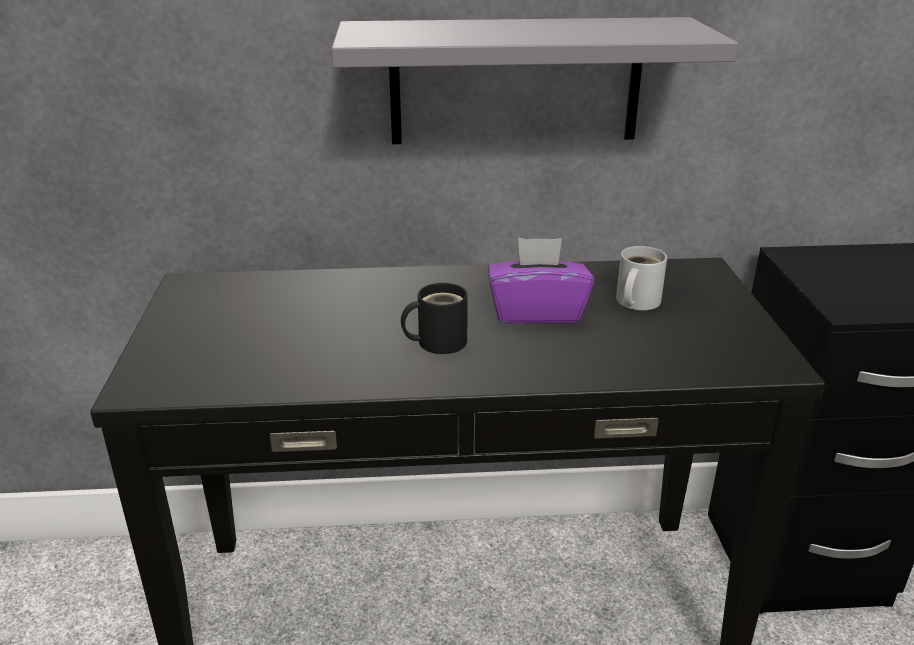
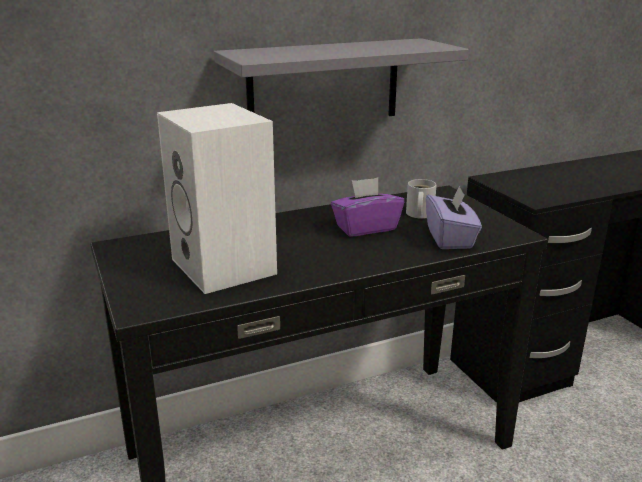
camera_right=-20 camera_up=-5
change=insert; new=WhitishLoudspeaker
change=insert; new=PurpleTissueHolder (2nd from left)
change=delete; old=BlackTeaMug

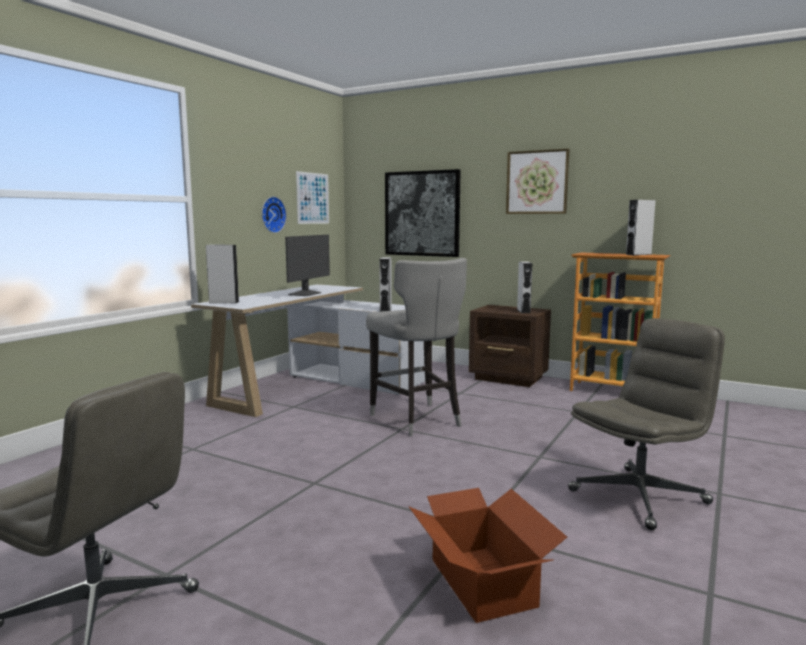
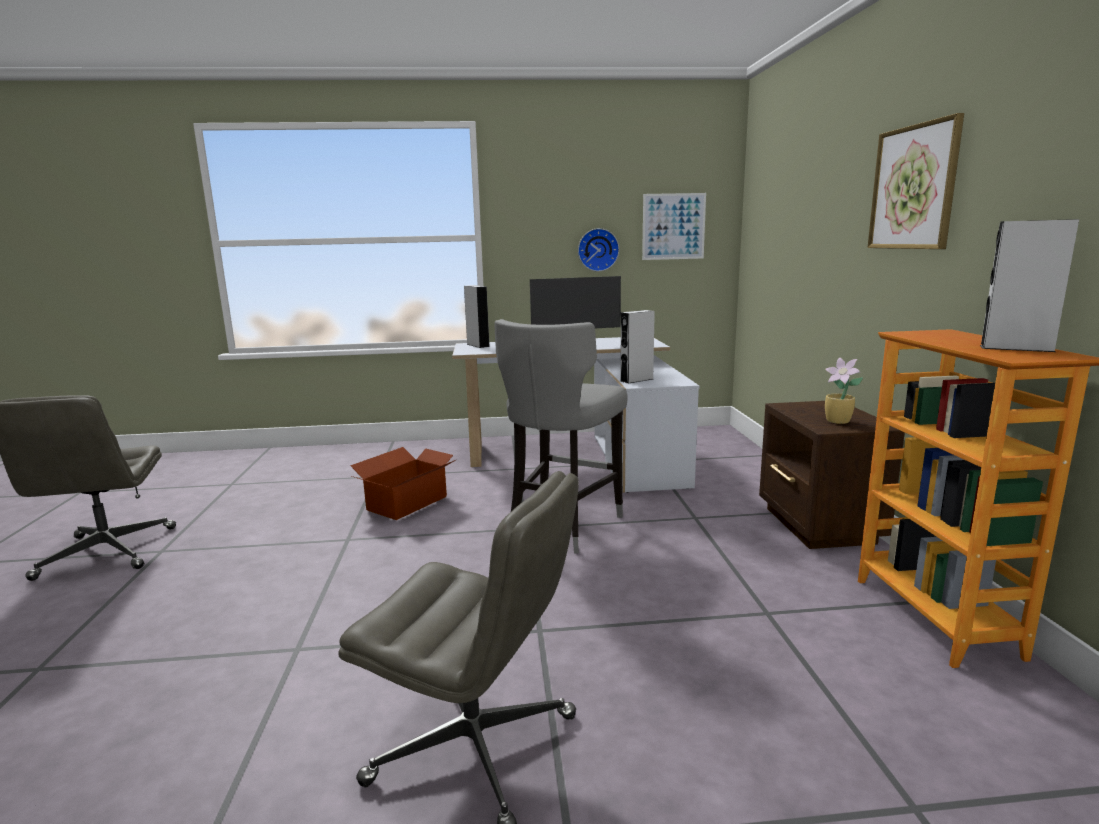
camera_right=55 camera_up=5
change=move; old=Carton
change=replace; old=GreyishLoudspeaker (3rd from left); new=PlantInAPot
change=delete; old=WallArt (2nd from left)

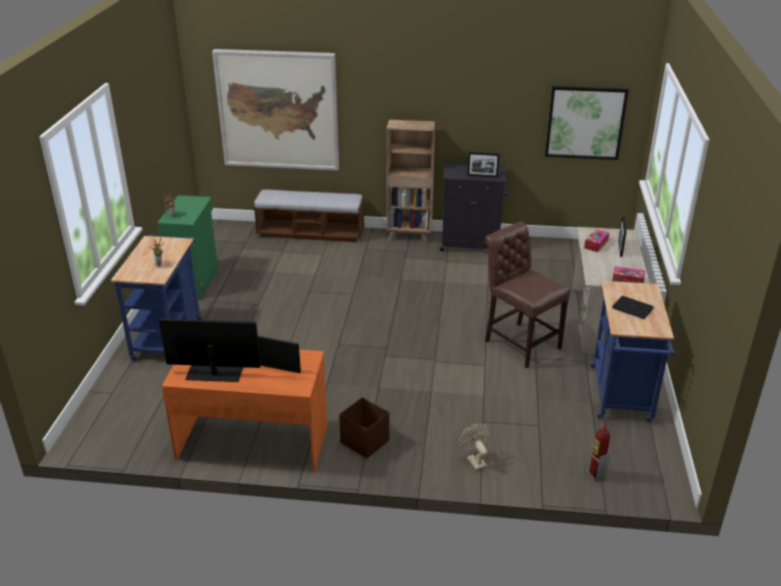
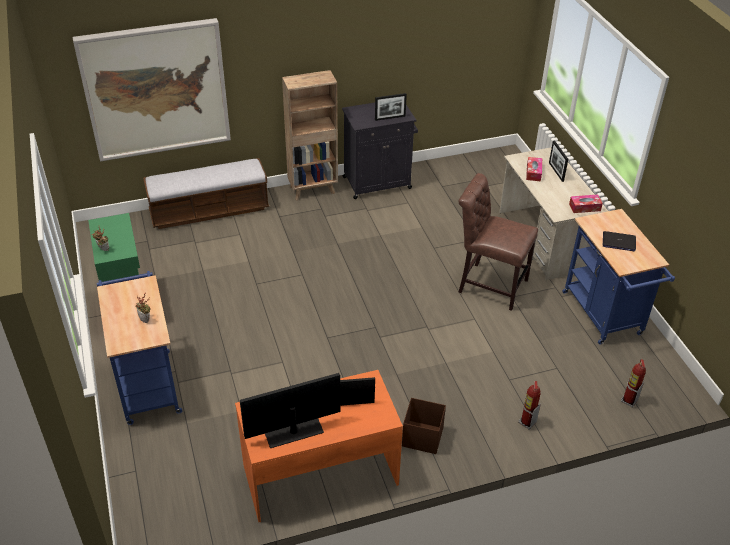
camera_right=-25 camera_up=10
change=replace; old=BeigeFan; new=FireFightingCylinder (1st from left)
change=delete; old=WallArt (2nd from left)

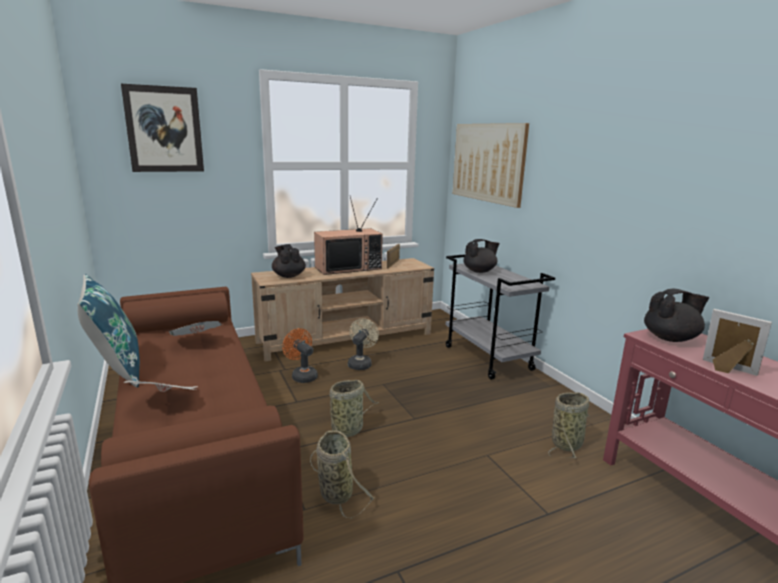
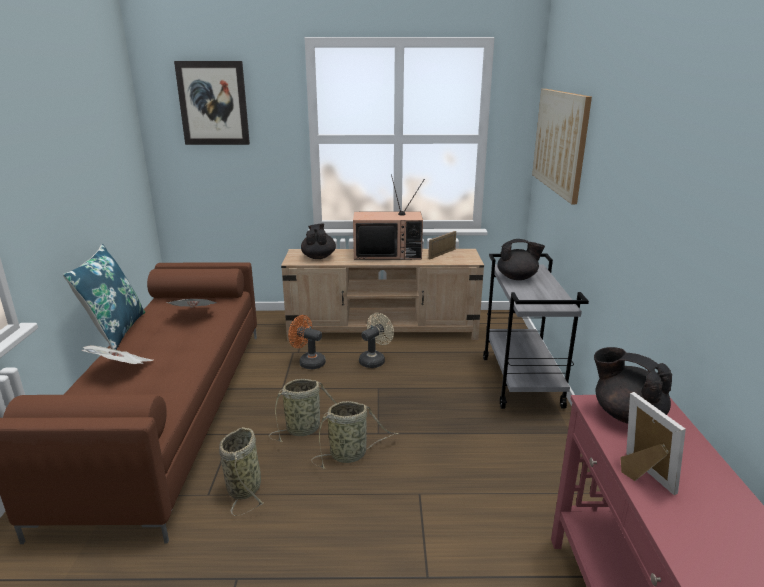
camera_right=25 camera_up=5
change=rotate; old=OrangeColouredFan; degrees=-45
change=move; old=StorageBasket (3rd from left)
change=rotate; old=BlackPotForTea (3rd from left); degrees=-150

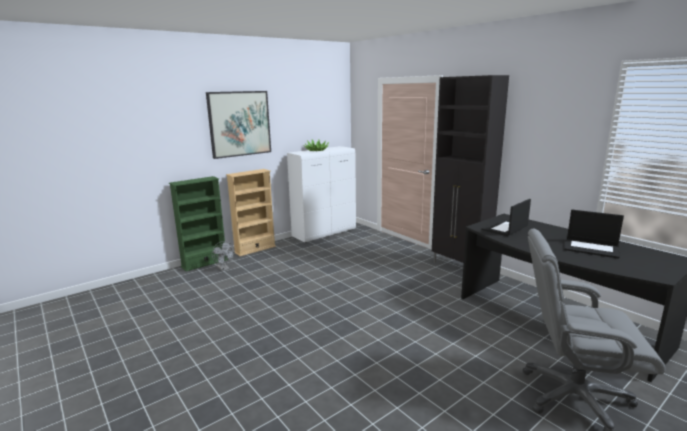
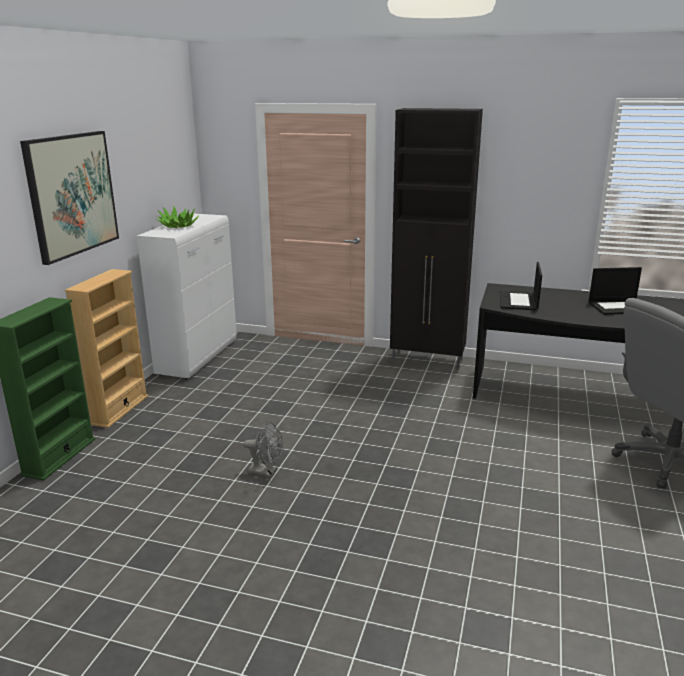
camera_right=-35 camera_up=5
change=move; old=GreyishFan

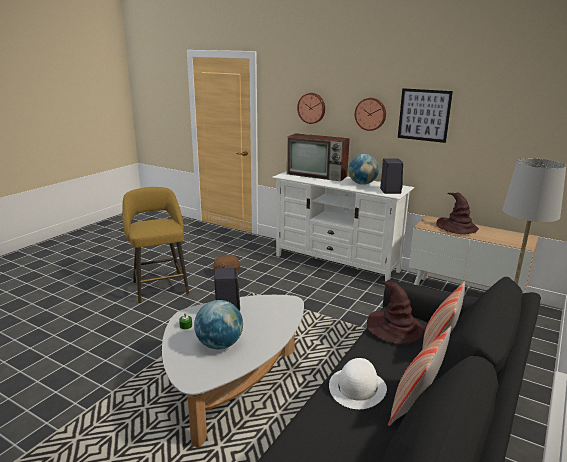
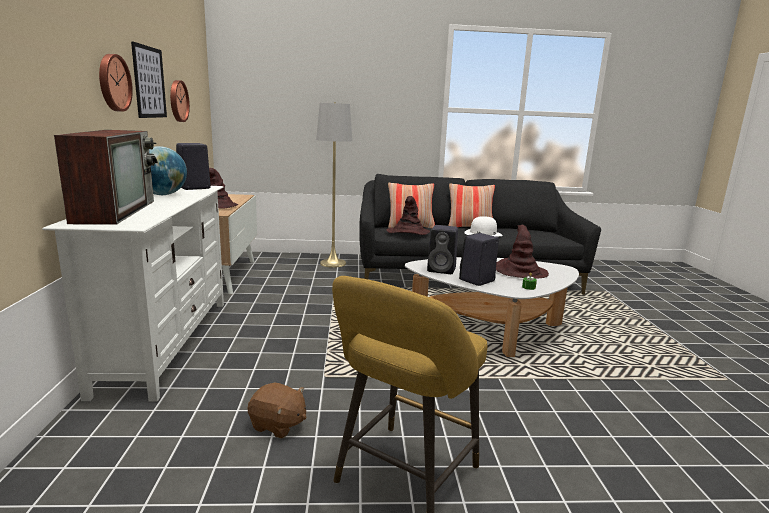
camera_right=-125 camera_up=-5
change=move; old=HangingClock (1st from left in the first image); new=HangingClock (2nd from left)
change=insert; new=BlackLoudspeaker (2nd from left)
change=replace; old=Globe (1st from left); new=BrownHat (3rd from left)

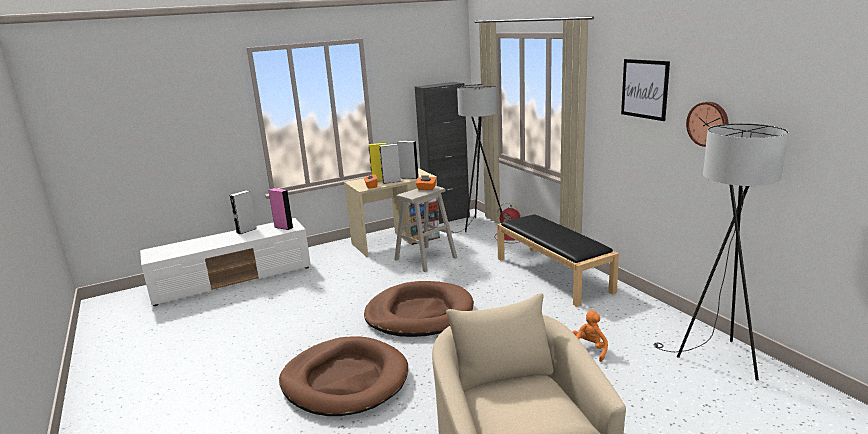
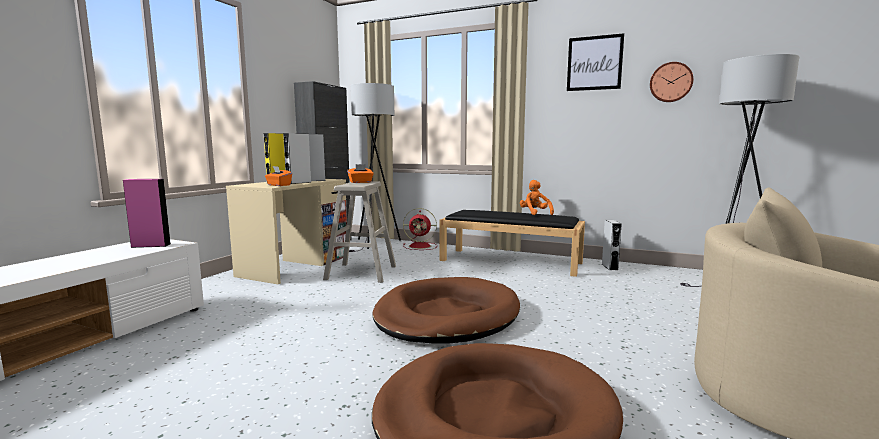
camera_right=-40 camera_up=-10
change=move; old=OrangeColouredPlushToy
change=move; old=GreyishLoudspeaker (1st from left in the first image); new=GreyishLoudspeaker (3rd from left)

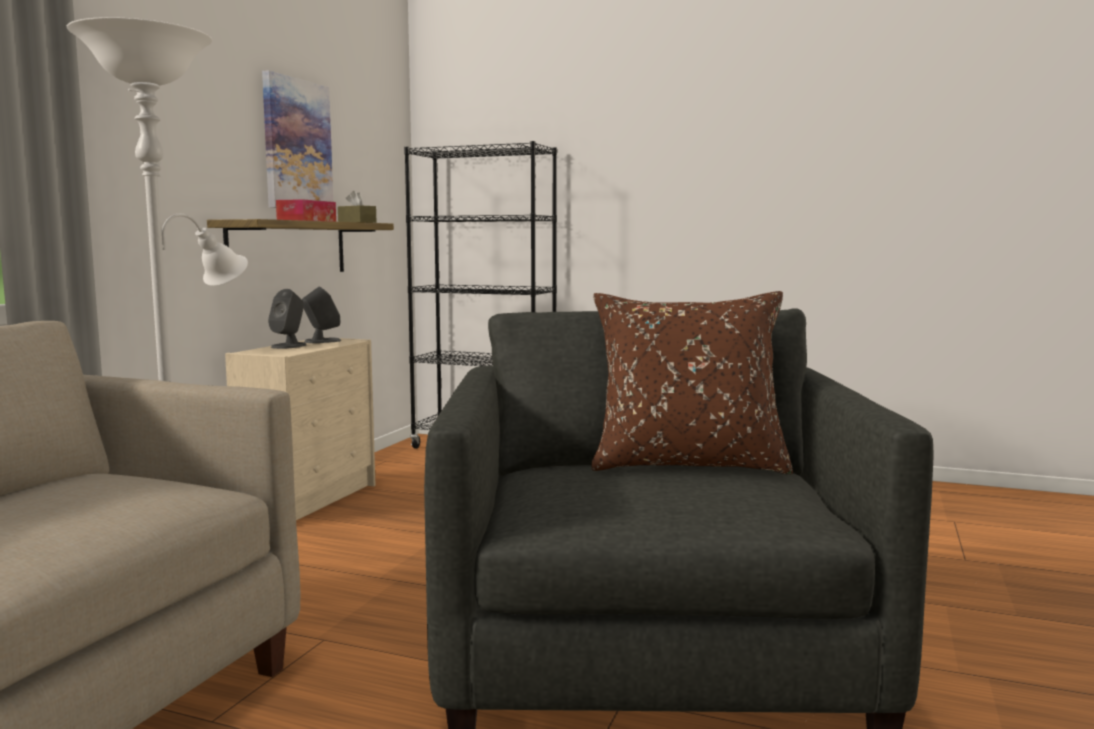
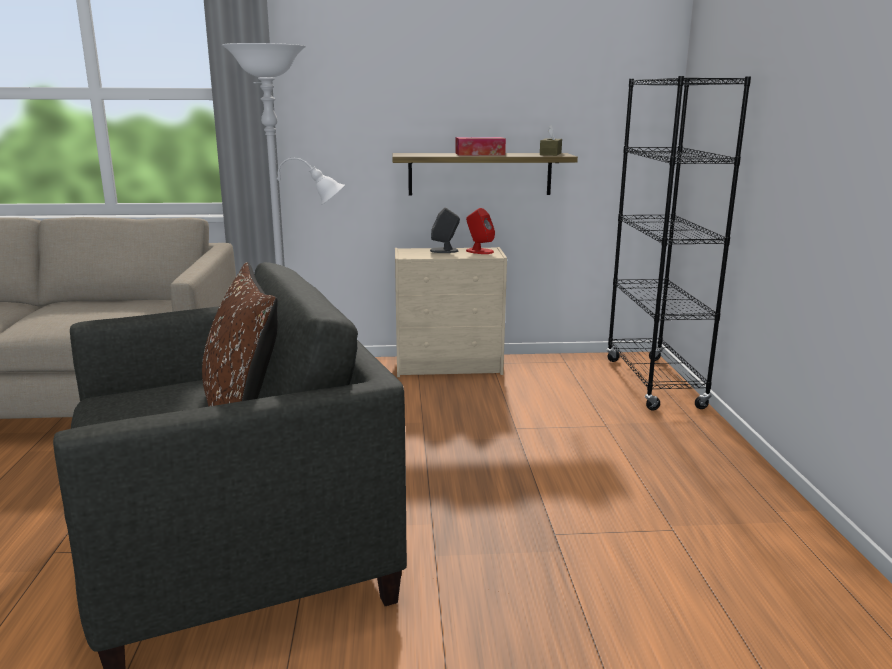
camera_right=65 camera_up=10
change=recolor; old=GreyishLoudspeaker (2nd from left); new=ReddishLoudspeaker
change=delete; old=WallArt

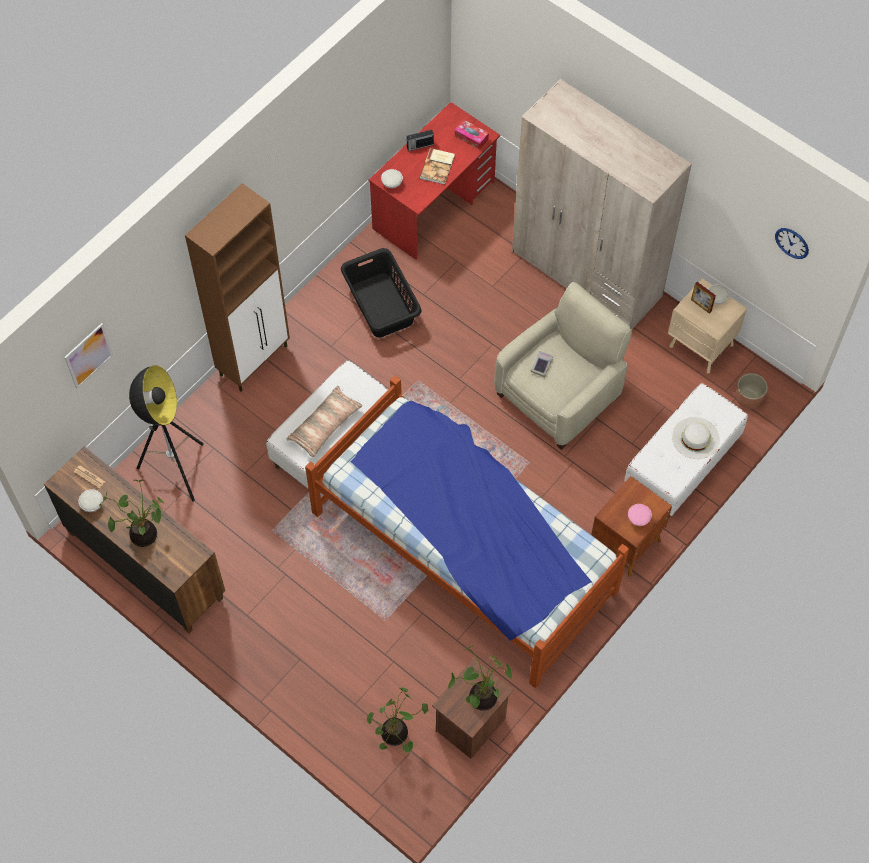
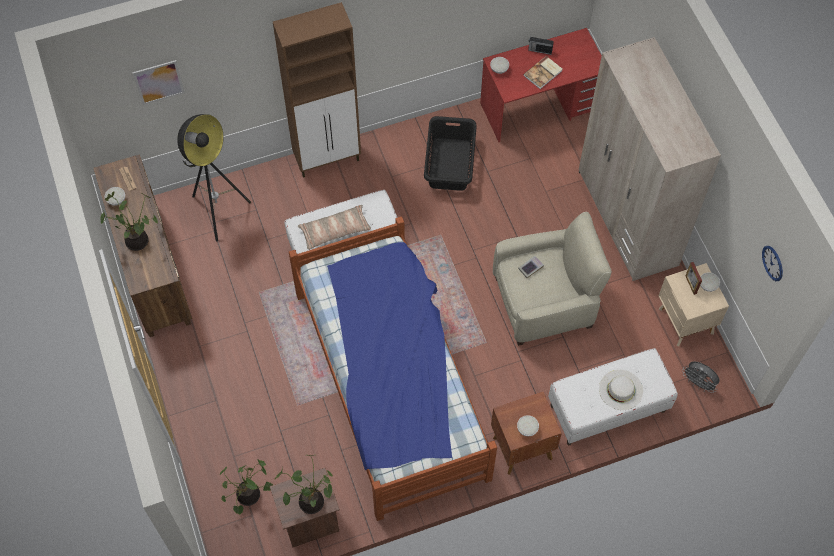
camera_right=30 camera_up=0
change=recolor; old=PinkServingBowl; new=WhitishServingBowl (3rd from left)
change=replace; old=PlantPot; new=GreyishFan
change=delete; old=TissueHolder

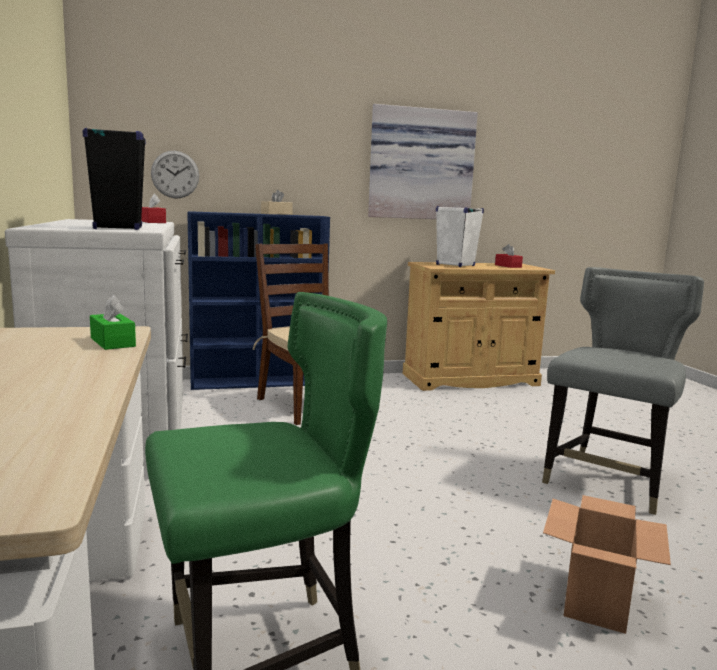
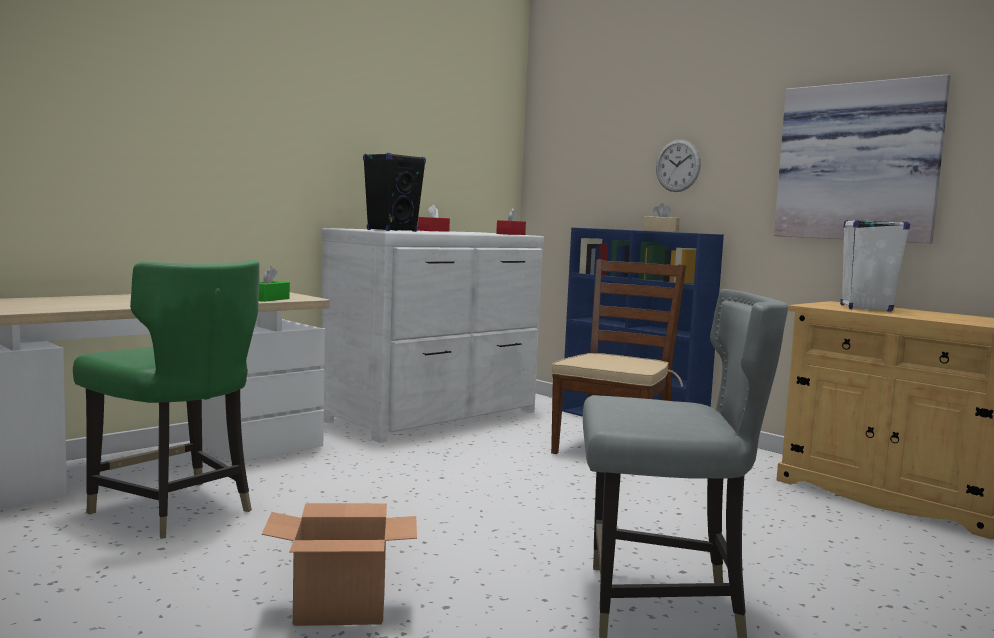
camera_right=60 camera_up=-5
change=move; old=ReddishTissueHolder (2nd from left in the first image); new=ReddishTissueHolder (1st from left)
change=move; old=HangingClock

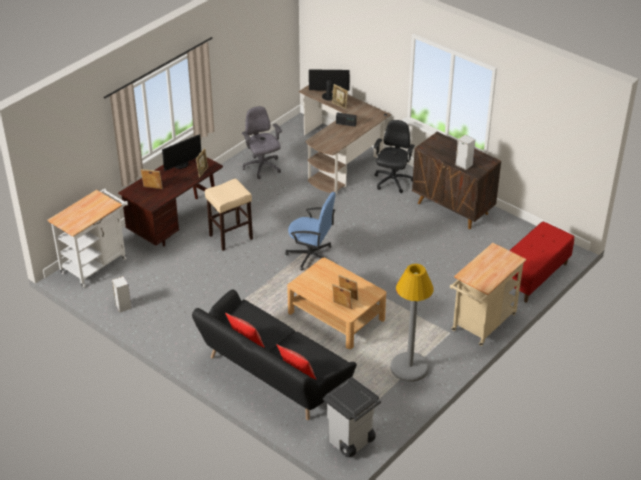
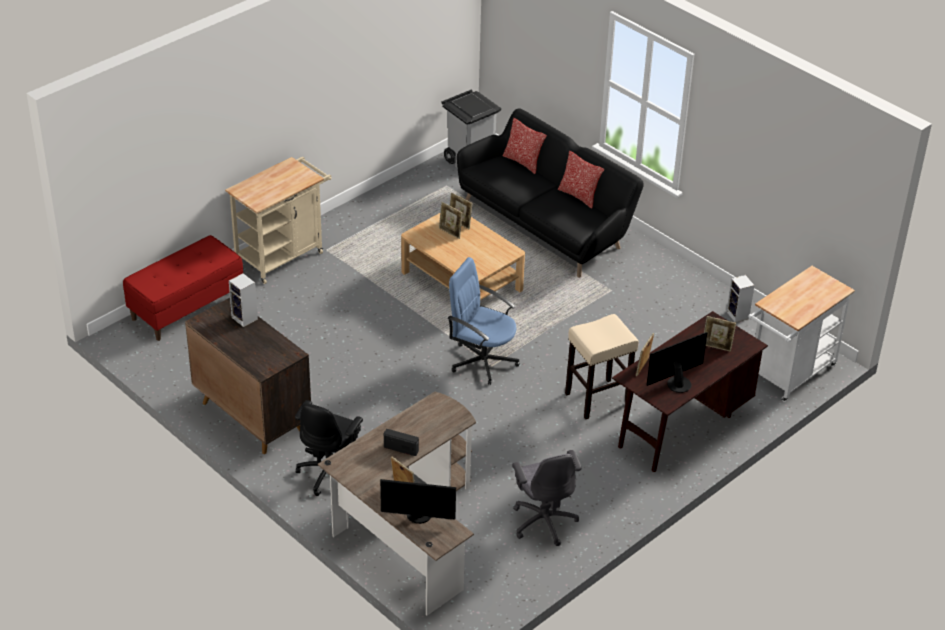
camera_right=-175 camera_up=0
change=delete; old=GreyishStandardLamp

